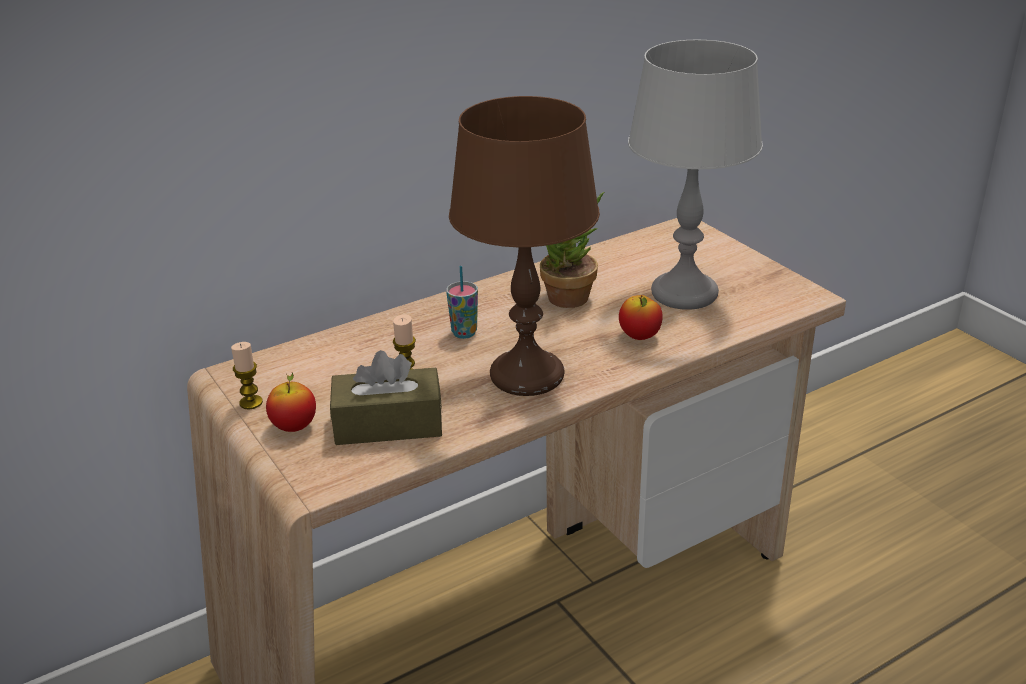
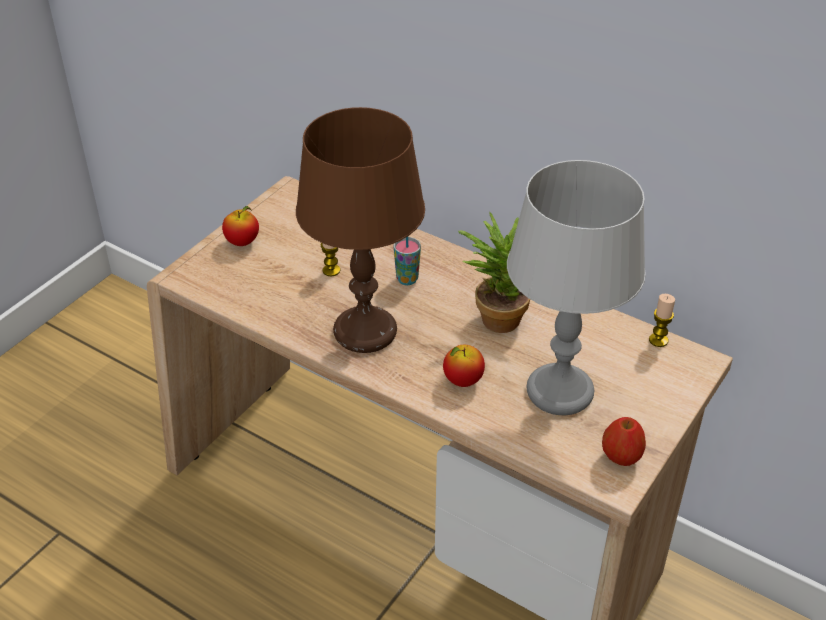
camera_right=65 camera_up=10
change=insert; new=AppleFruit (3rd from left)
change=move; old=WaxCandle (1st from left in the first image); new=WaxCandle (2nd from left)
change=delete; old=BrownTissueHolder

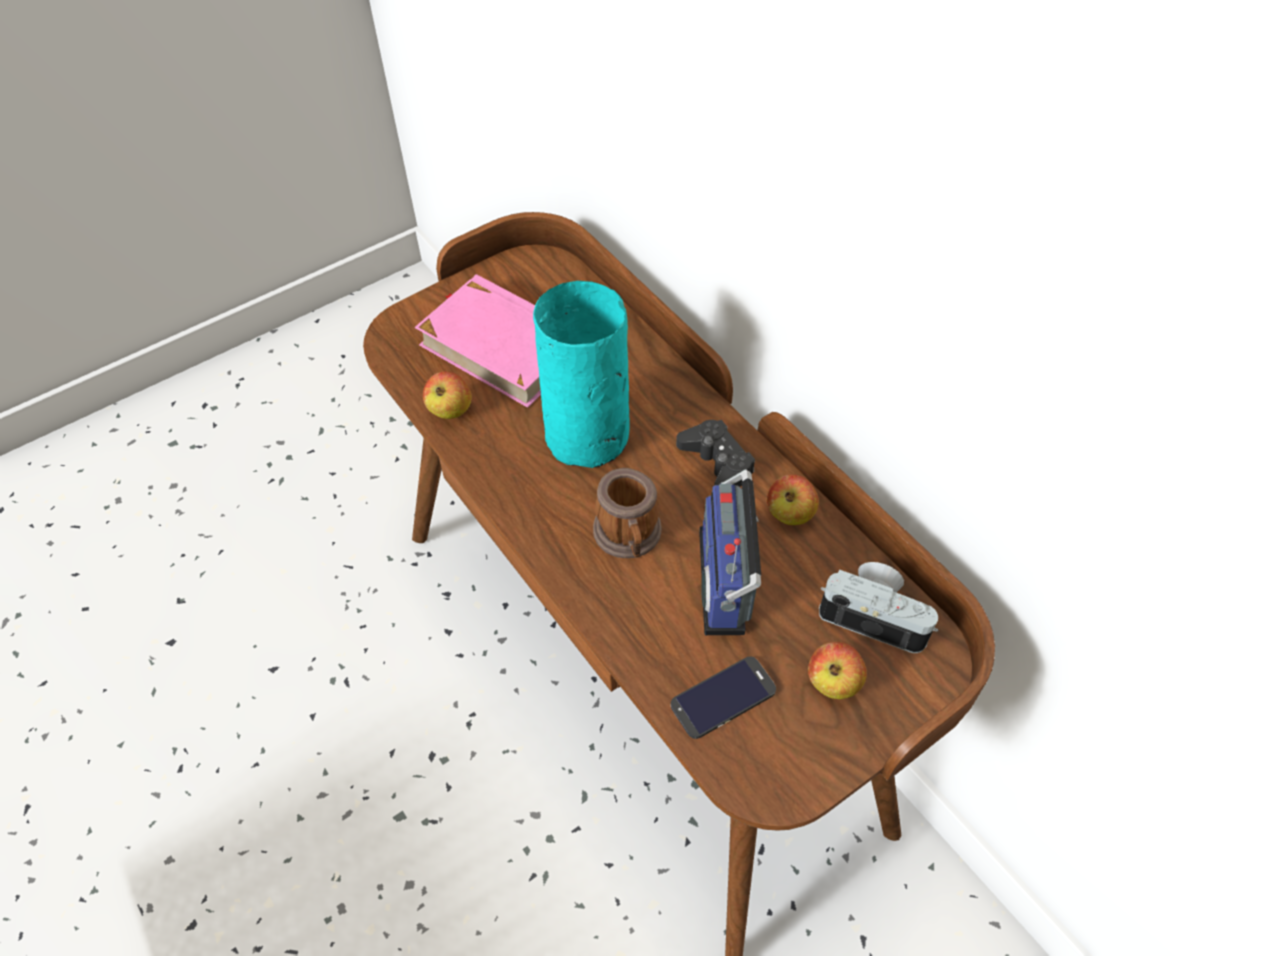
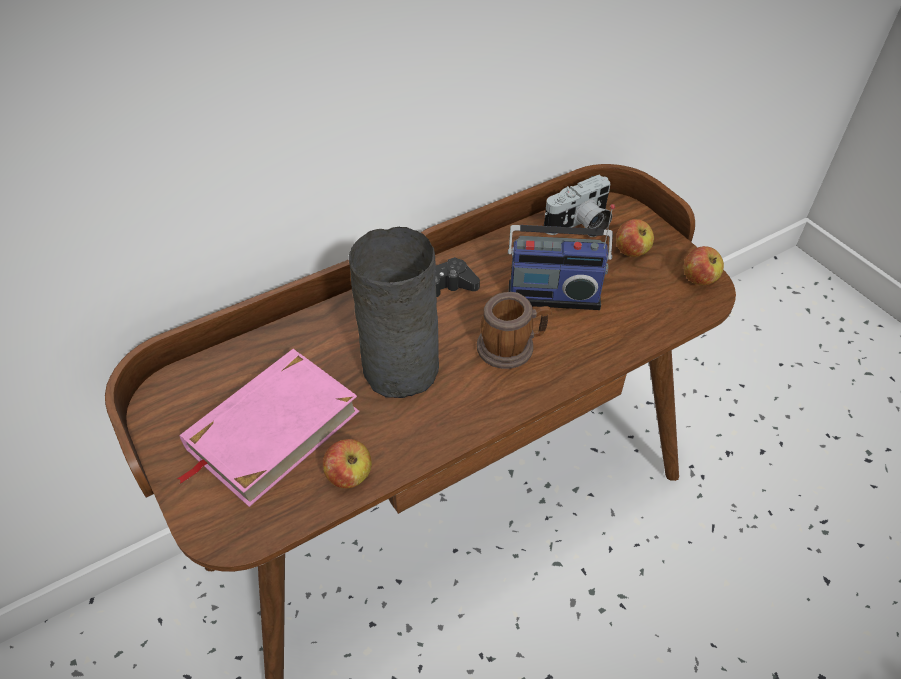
camera_right=-85 camera_up=-5
change=recolor; old=TurquoiseFlowerVase; new=GreyishFlowerVase
change=rotate; old=StillCamera; degrees=-150
change=move; old=AppleFruit (2nd from left in the first image); new=AppleFruit (3rd from left)
change=delete; old=Phone

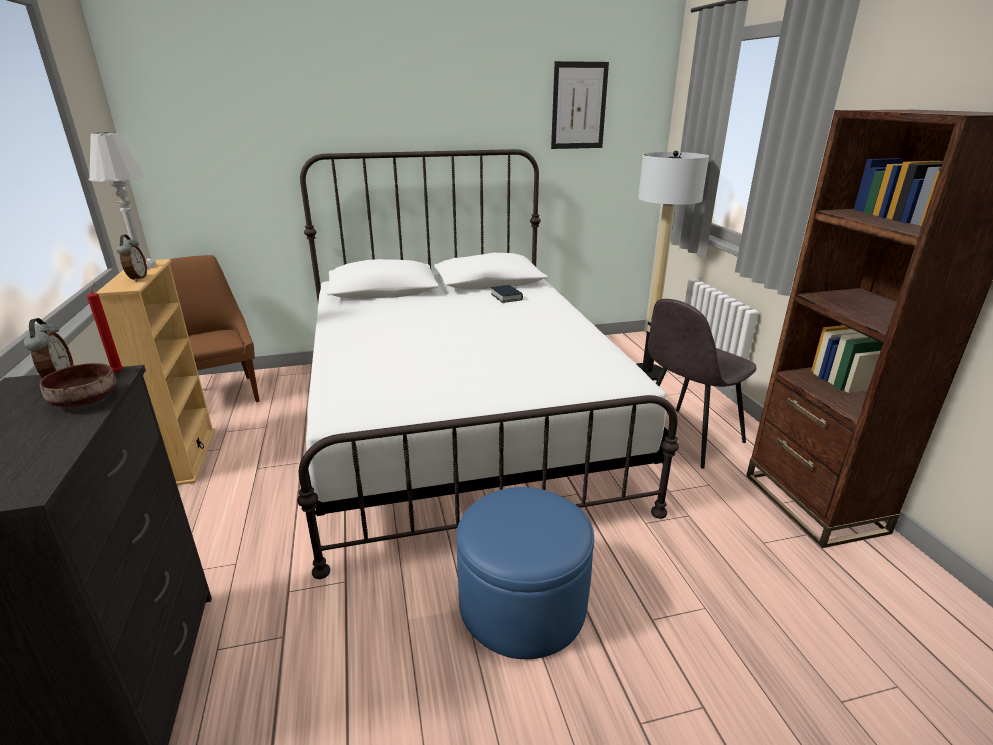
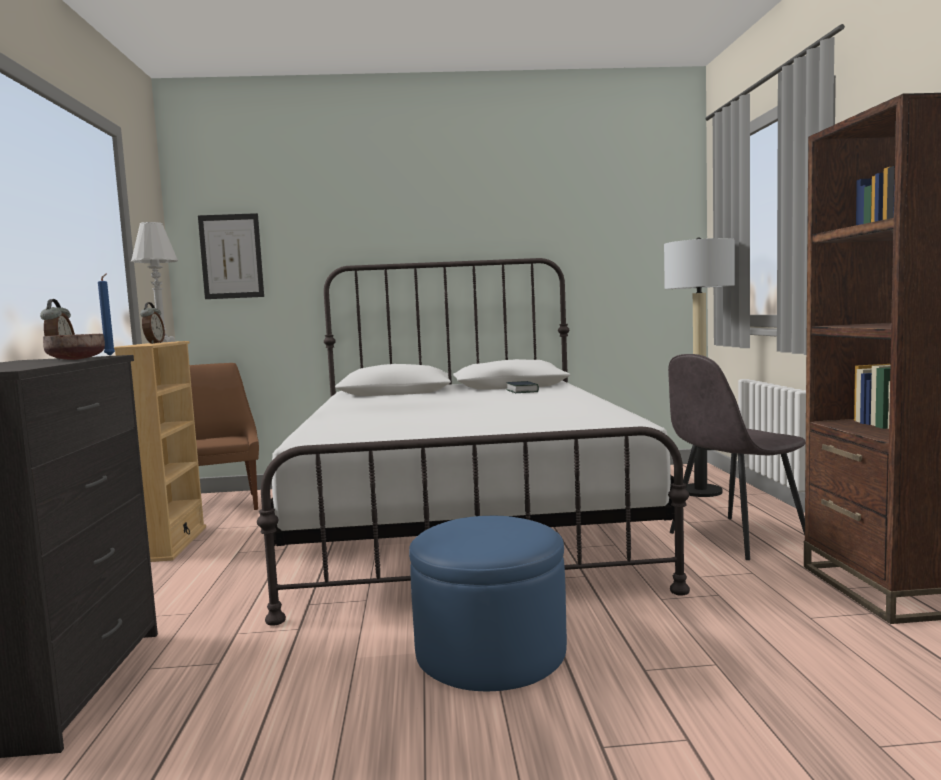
camera_right=10 camera_up=-20
change=recolor; old=ReddishWaxCandle; new=BluishWaxCandle
change=move; old=WallArt

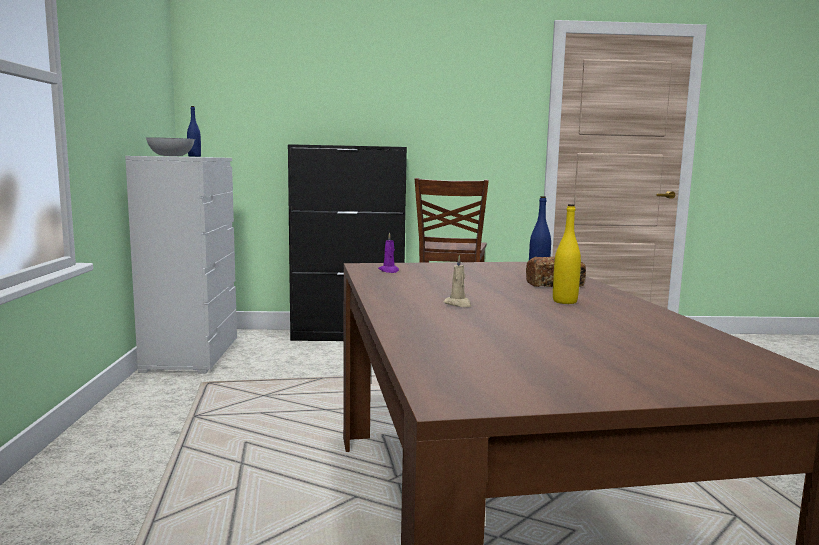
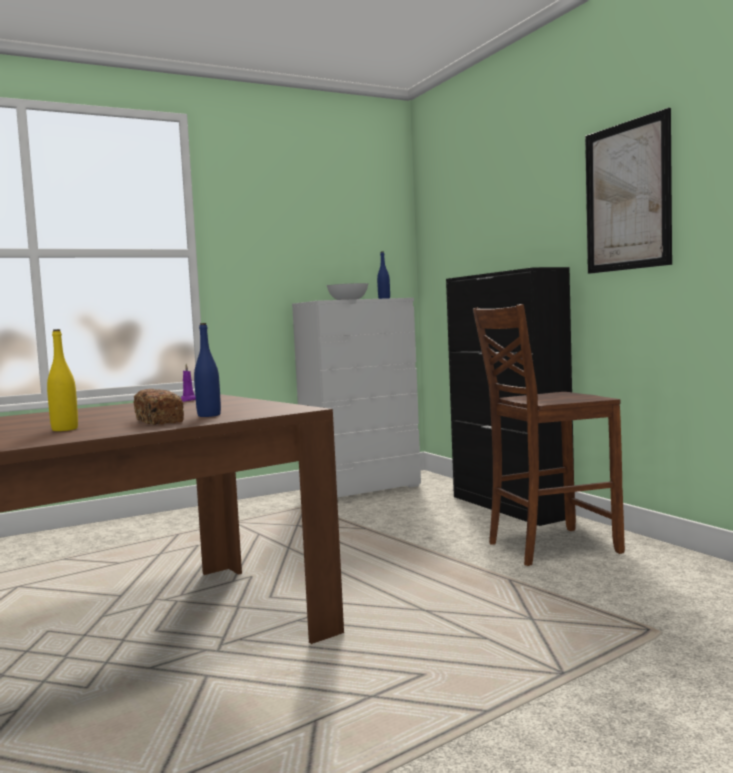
camera_right=65 camera_up=-5
change=insert; new=WallArt
change=delete; old=BeigeWaxCandle

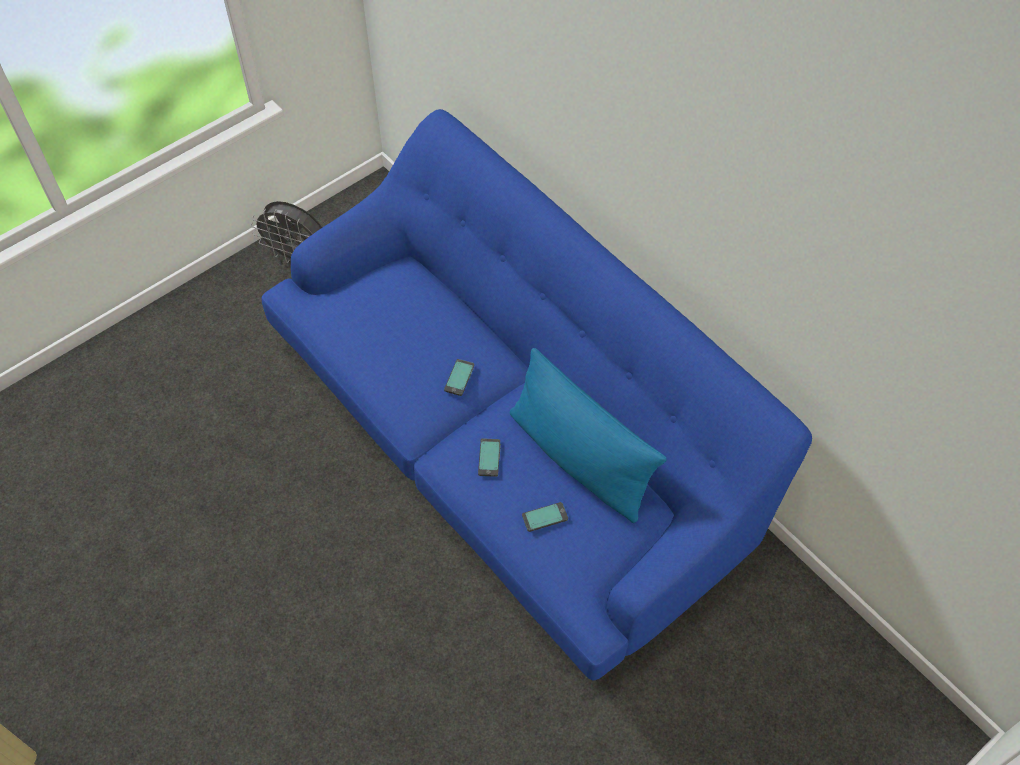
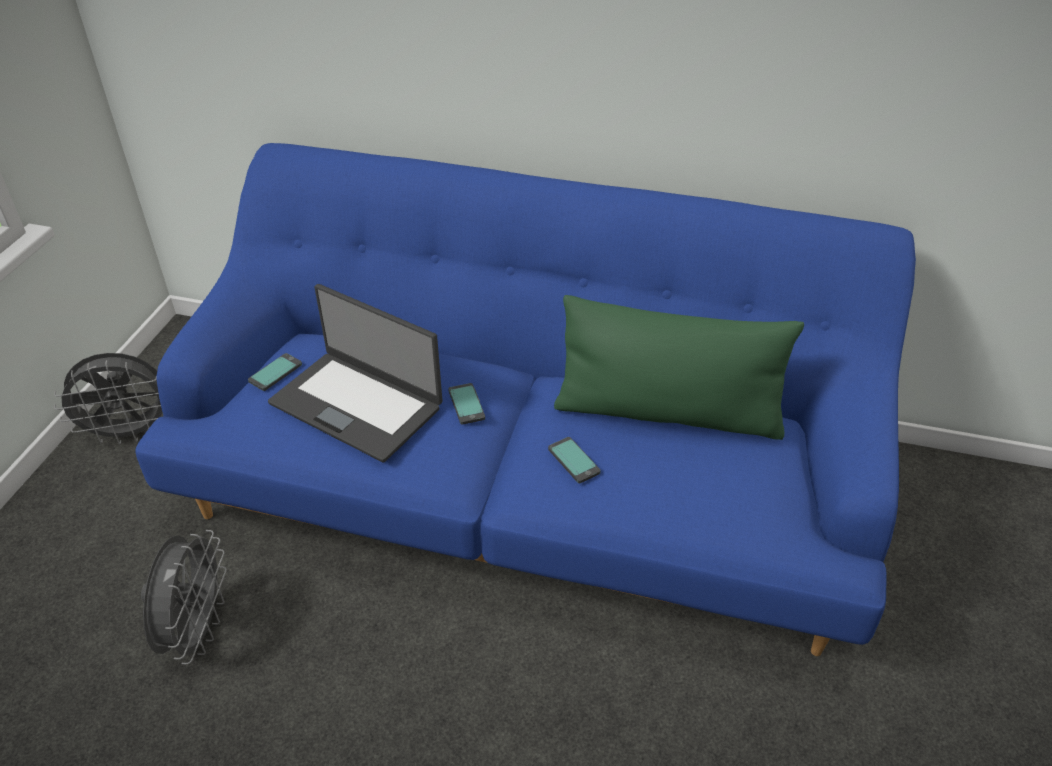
camera_right=-35 camera_up=-15
change=insert; new=GreyishFan (2nd from left)
change=move; old=Phone (3rd from left in the first image); new=Phone (1st from left)
change=insert; new=Laptop
change=recolor; old=BluishPillow; new=GreenColouredPillow

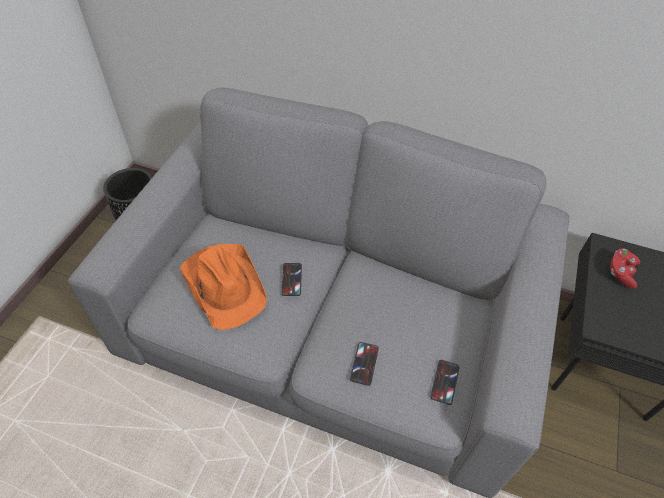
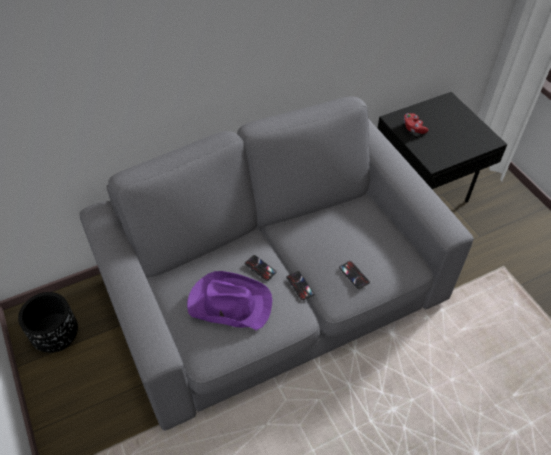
camera_right=-45 camera_up=0
change=recolor; old=OrangeColouredHat; new=PurpleHat
change=move; old=Phone (3rd from left in the first image); new=Phone (2nd from left)

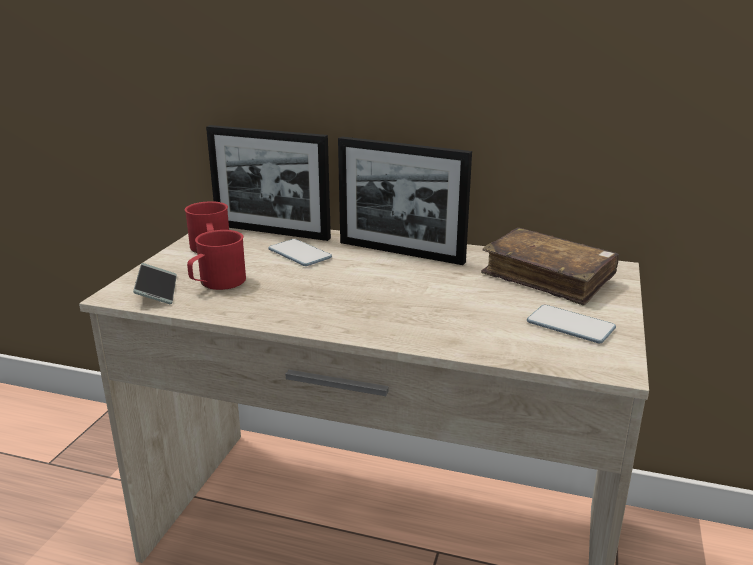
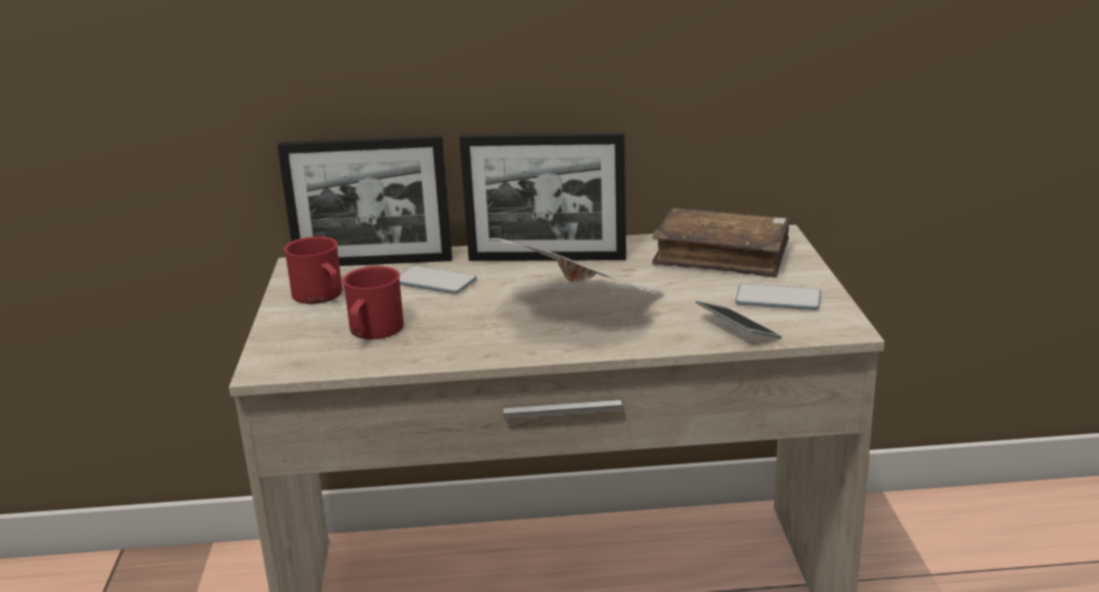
camera_right=-20 camera_up=0
change=insert; new=PrintedPaper
change=move; old=Phone (1st from left in the first image); new=Phone (2nd from left)

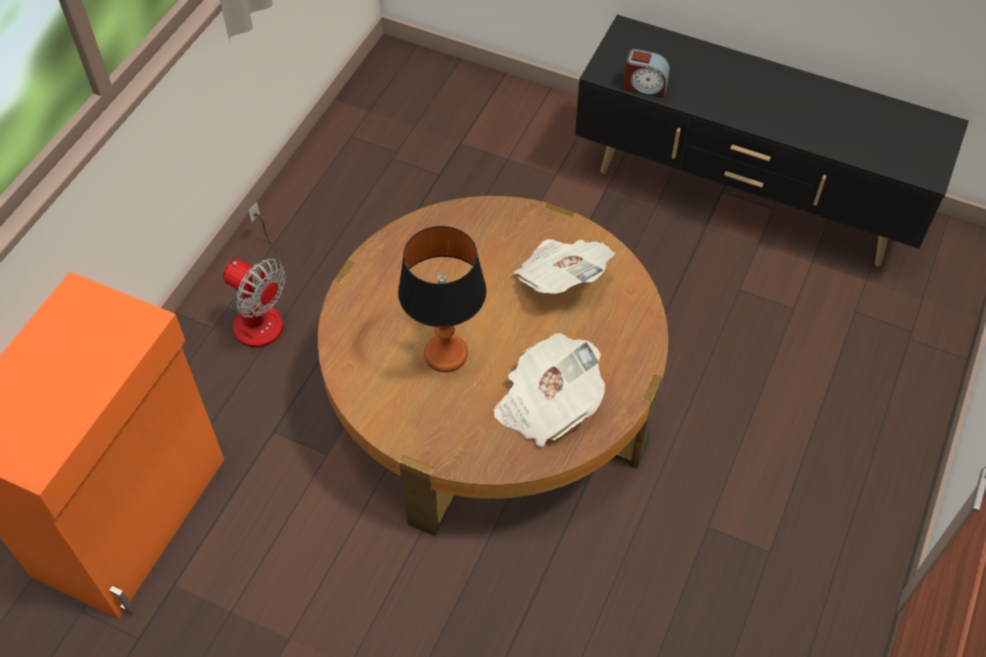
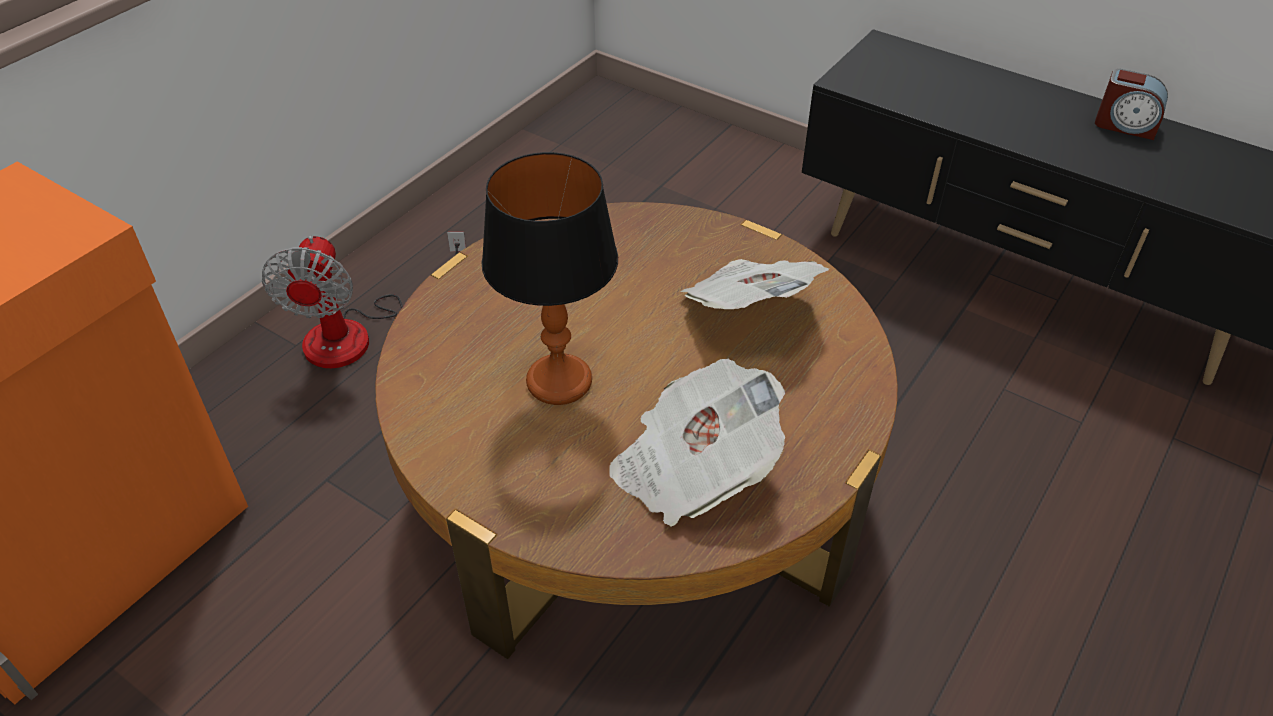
camera_right=10 camera_up=-10
change=rotate; old=Fan; degrees=45
change=move; old=AlarmClock

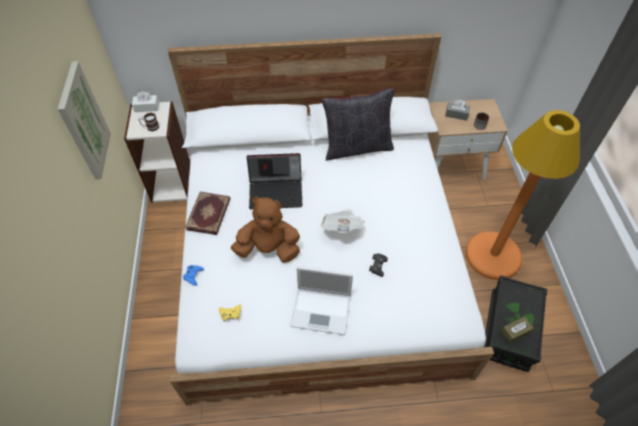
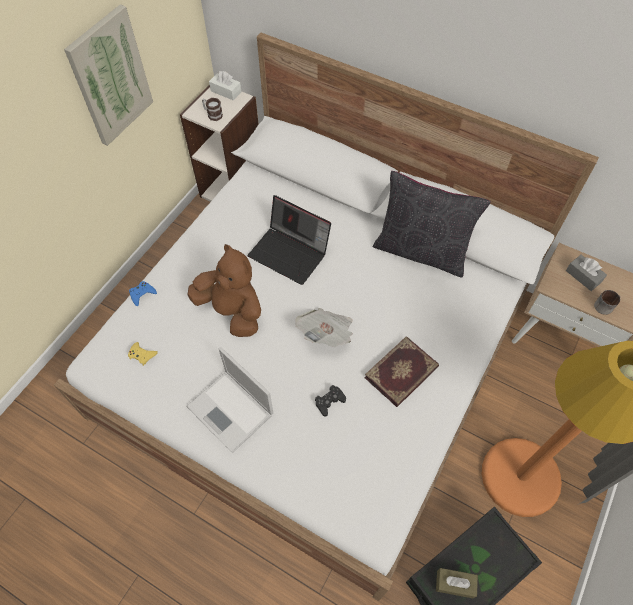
camera_right=35 camera_up=5
change=move; old=Book

